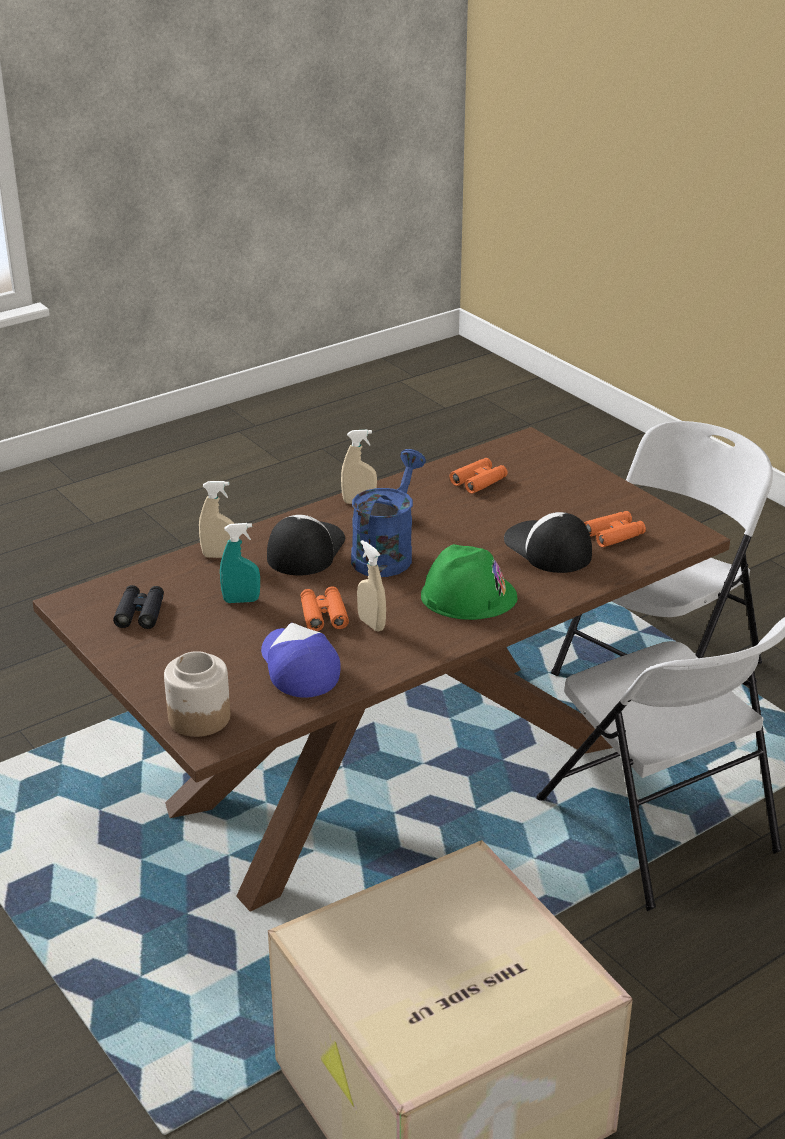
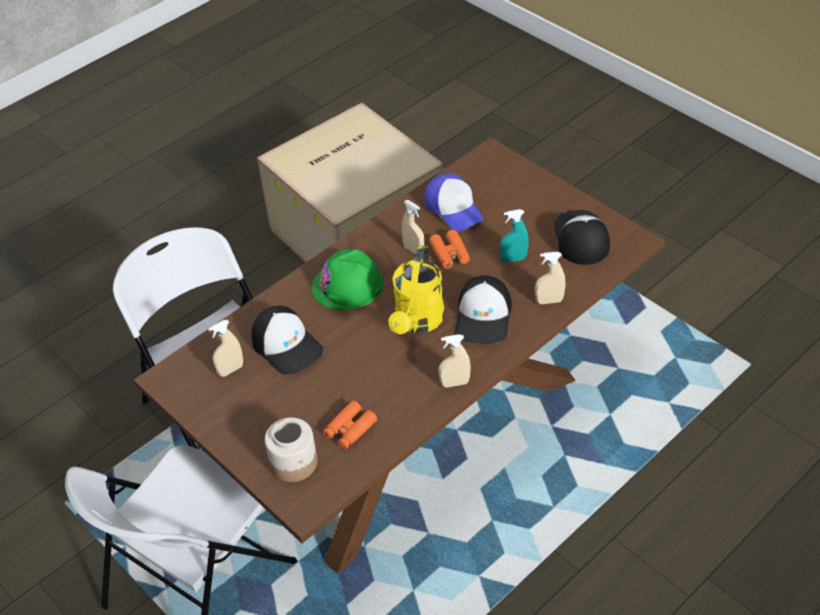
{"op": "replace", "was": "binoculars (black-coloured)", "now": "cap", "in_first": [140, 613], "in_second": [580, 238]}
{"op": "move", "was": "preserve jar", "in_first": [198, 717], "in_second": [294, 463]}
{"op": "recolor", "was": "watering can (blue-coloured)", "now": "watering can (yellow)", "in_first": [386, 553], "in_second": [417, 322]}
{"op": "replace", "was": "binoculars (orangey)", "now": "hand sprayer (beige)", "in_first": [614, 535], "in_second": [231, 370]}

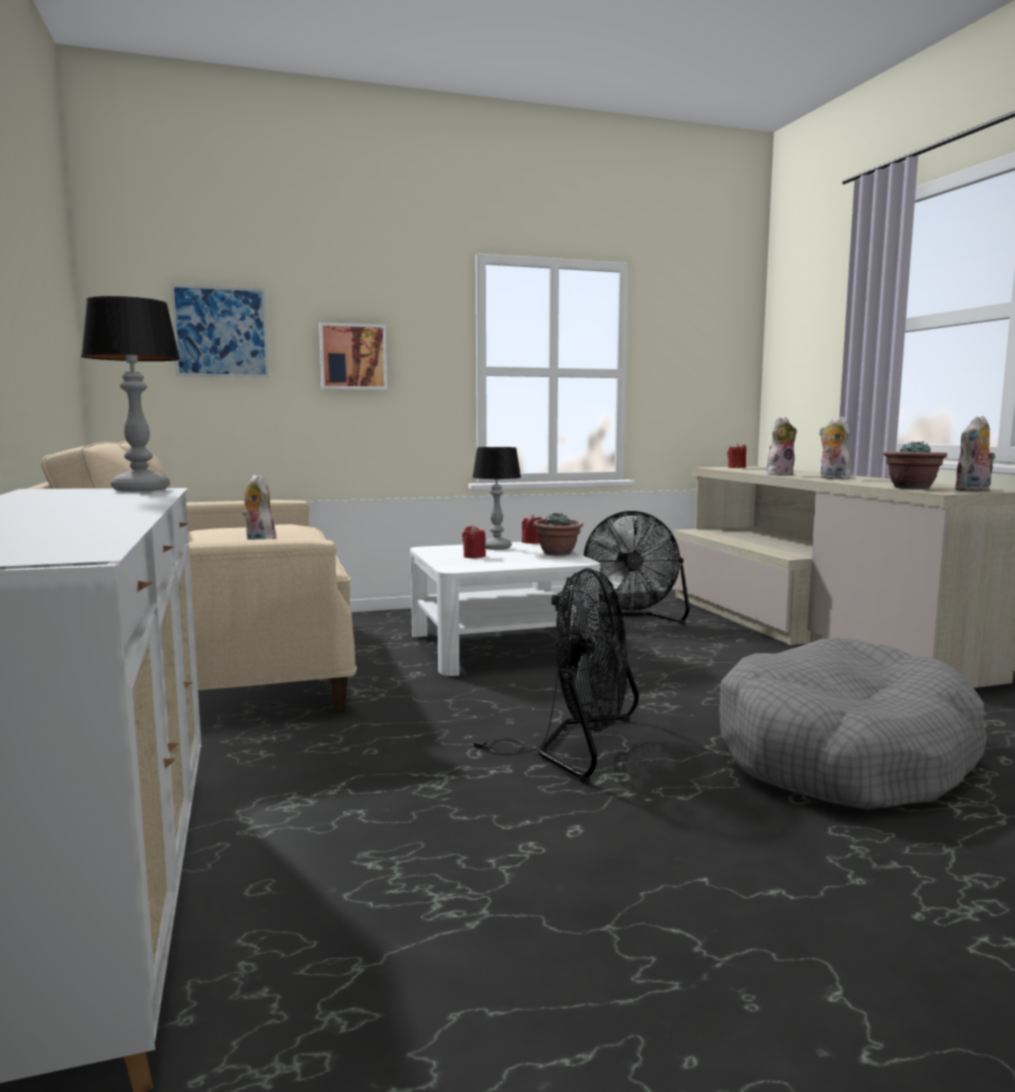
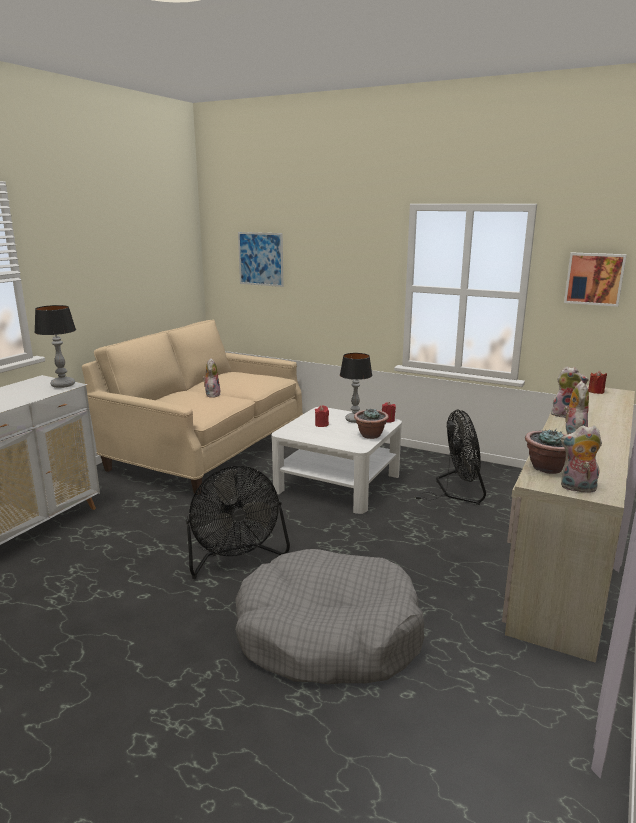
{"op": "move", "was": "wall picture", "in_first": [353, 357], "in_second": [594, 278]}
{"op": "rotate", "was": "electric fan (black-coloured)", "in_first": [624, 620], "in_second": [452, 489], "clockwise": -135}

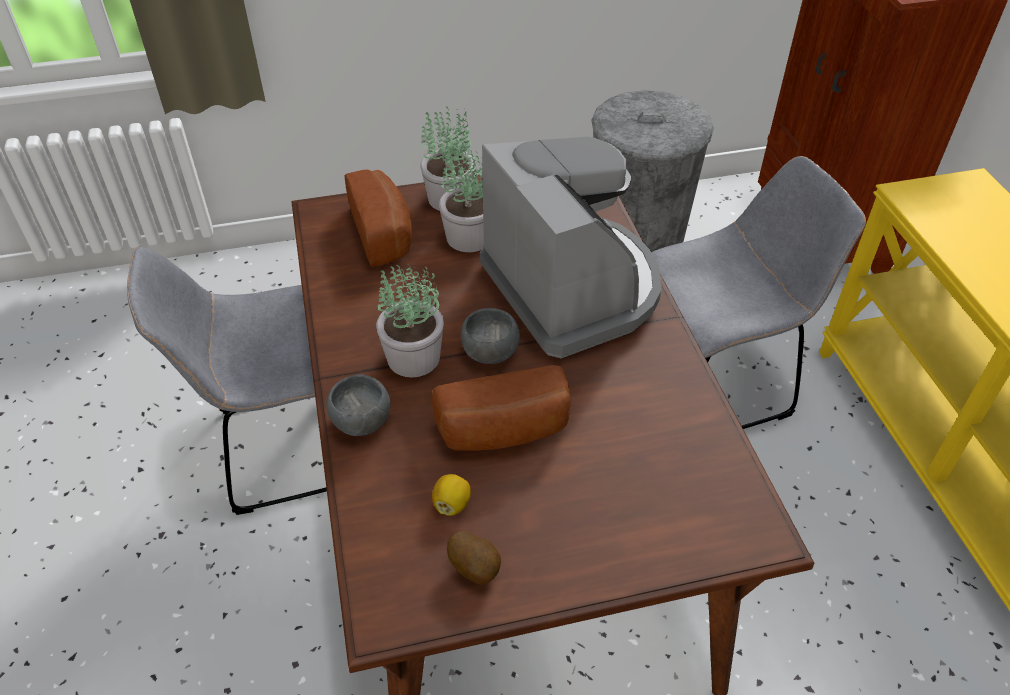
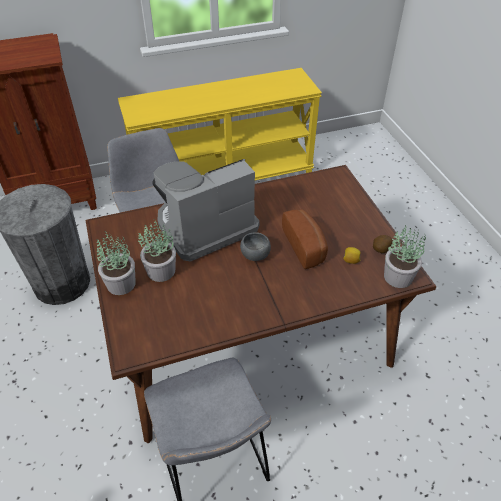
{"op": "delete", "was": "deep dish (greyish)", "in_first": [360, 421]}
{"op": "delete", "was": "baked bread", "in_first": [384, 232]}
{"op": "move", "was": "houseplant", "in_first": [414, 358], "in_second": [398, 277]}

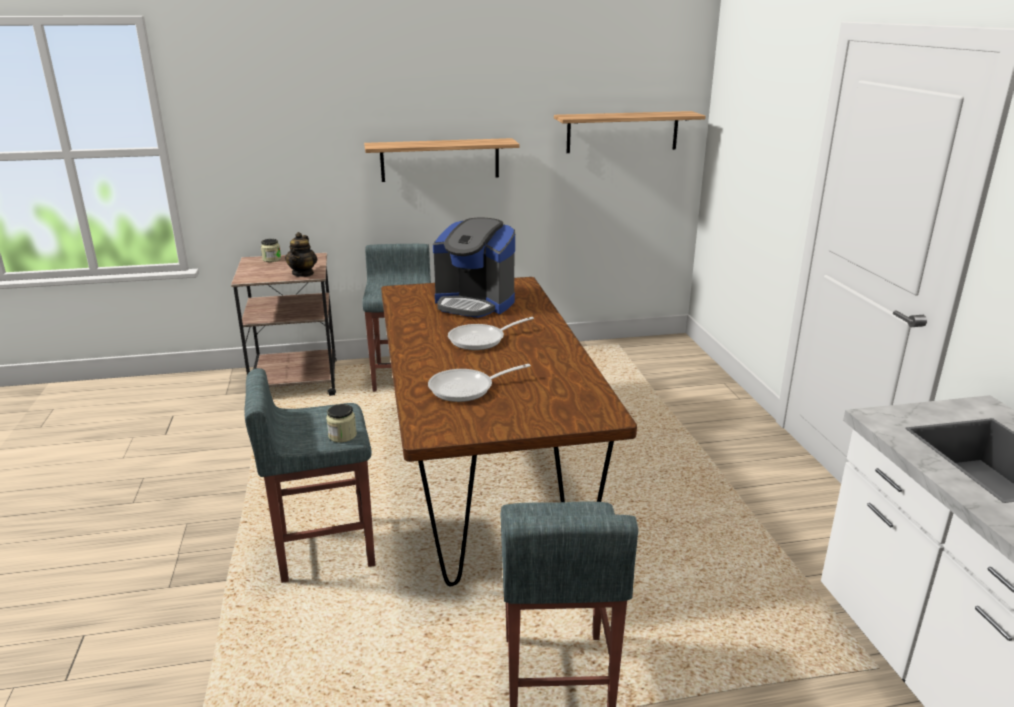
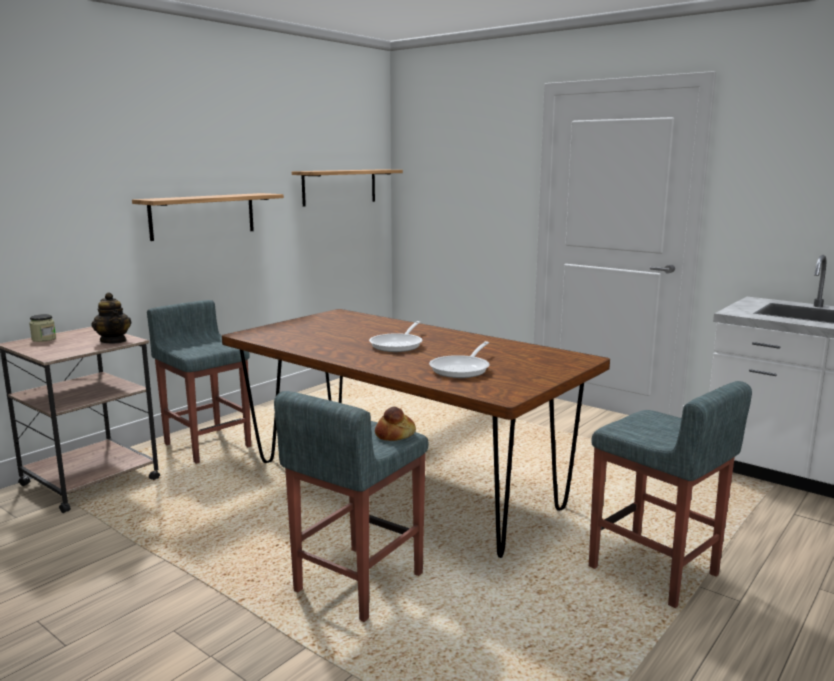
{"op": "replace", "was": "preserve jar", "now": "baked bread", "in_first": [342, 435], "in_second": [395, 435]}
{"op": "delete", "was": "coffee machine", "in_first": [474, 303]}

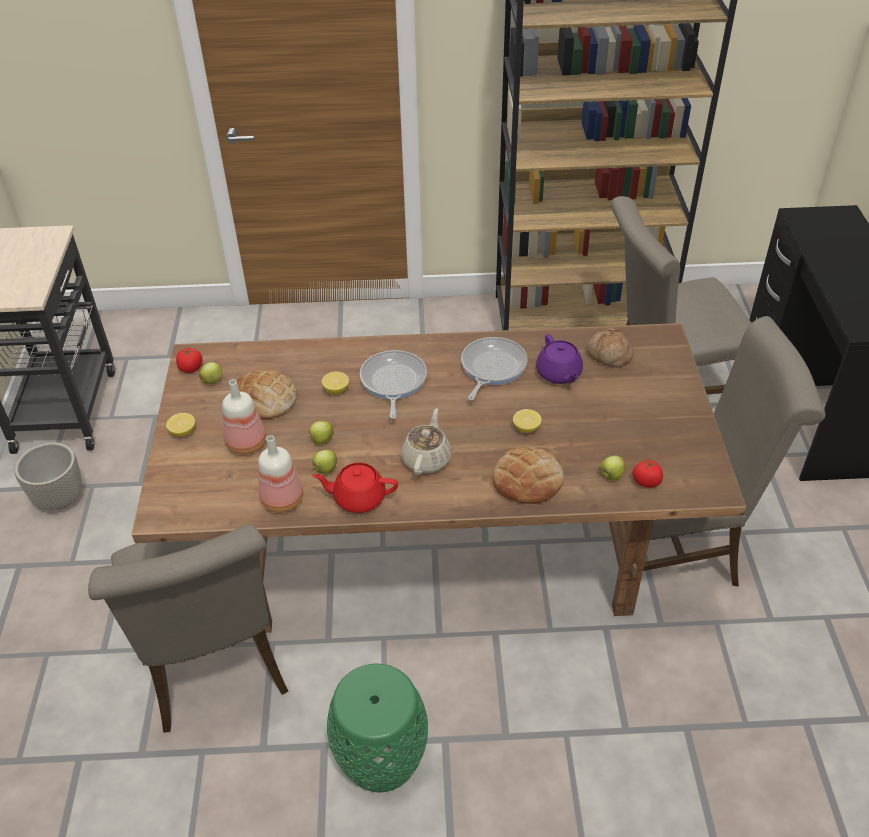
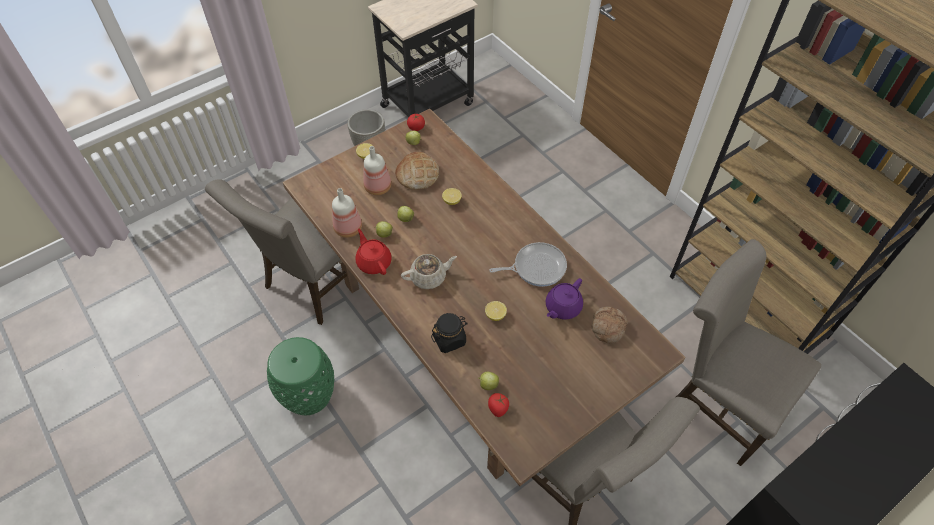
{"op": "delete", "was": "skillet", "in_first": [393, 382]}
{"op": "replace", "was": "baked bread", "now": "preserve jar (black-coloured)", "in_first": [527, 480], "in_second": [449, 339]}

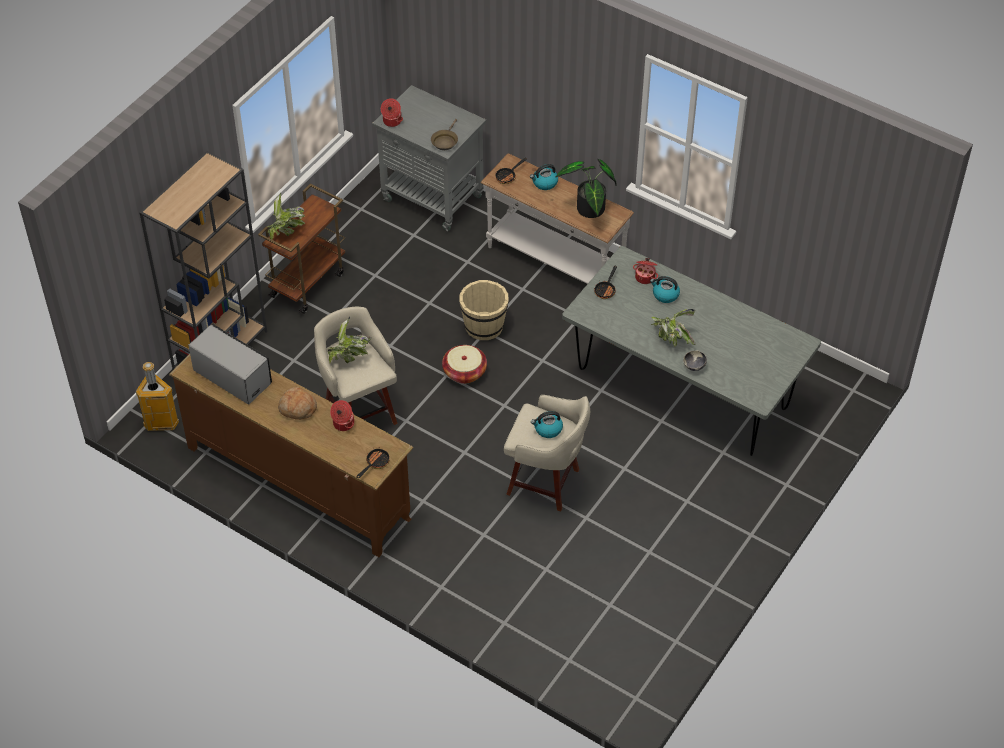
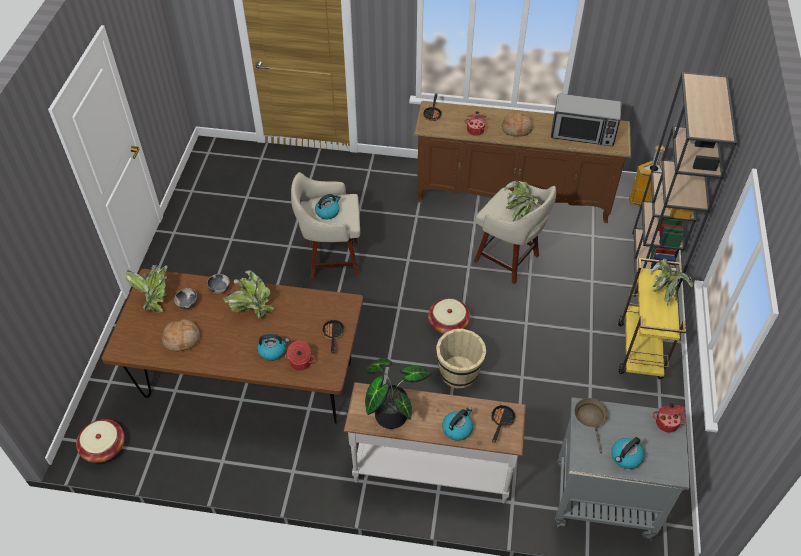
{"op": "recolor", "was": "cart (brown)", "now": "cart (yellow)", "in_first": [309, 284], "in_second": [639, 353]}
{"op": "recolor", "was": "kitchen table (greyish)", "now": "kitchen table (brown)", "in_first": [684, 388], "in_second": [248, 381]}
{"op": "insert", "now": "household basket", "in_second": [104, 447]}
{"op": "insert", "now": "houseplant", "in_second": [155, 297]}
{"op": "insert", "now": "baked bread", "in_second": [182, 339]}
{"op": "insert", "now": "deep dish", "in_second": [188, 304]}
{"op": "insert", "now": "kettle", "in_second": [625, 457]}

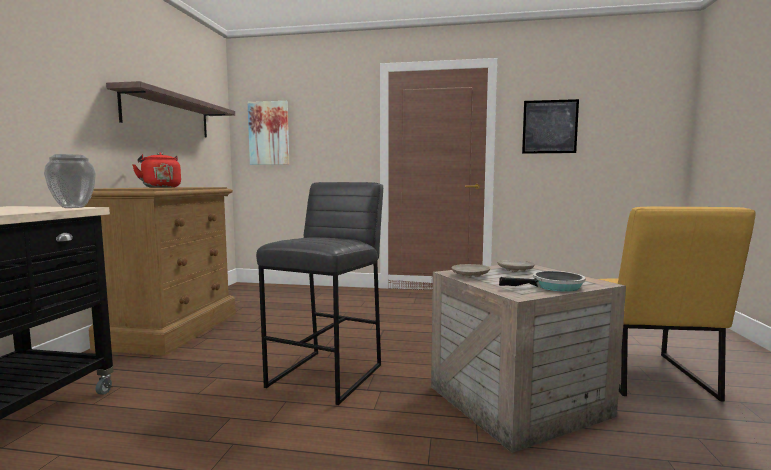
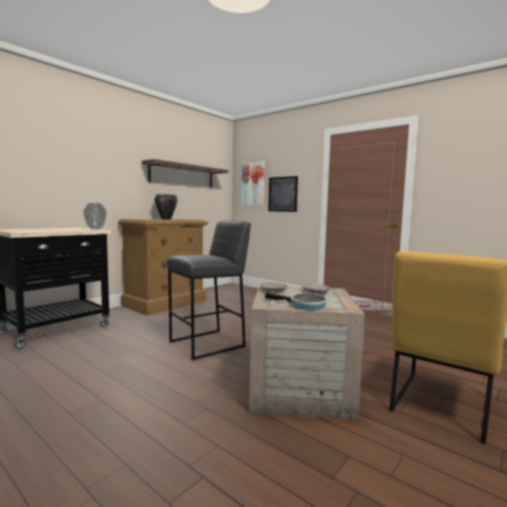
{"op": "replace", "was": "kettle (red-coloured)", "now": "saucepot (black-coloured)", "in_first": [160, 187], "in_second": [166, 219]}
{"op": "move", "was": "wall picture", "in_first": [549, 127], "in_second": [282, 194]}

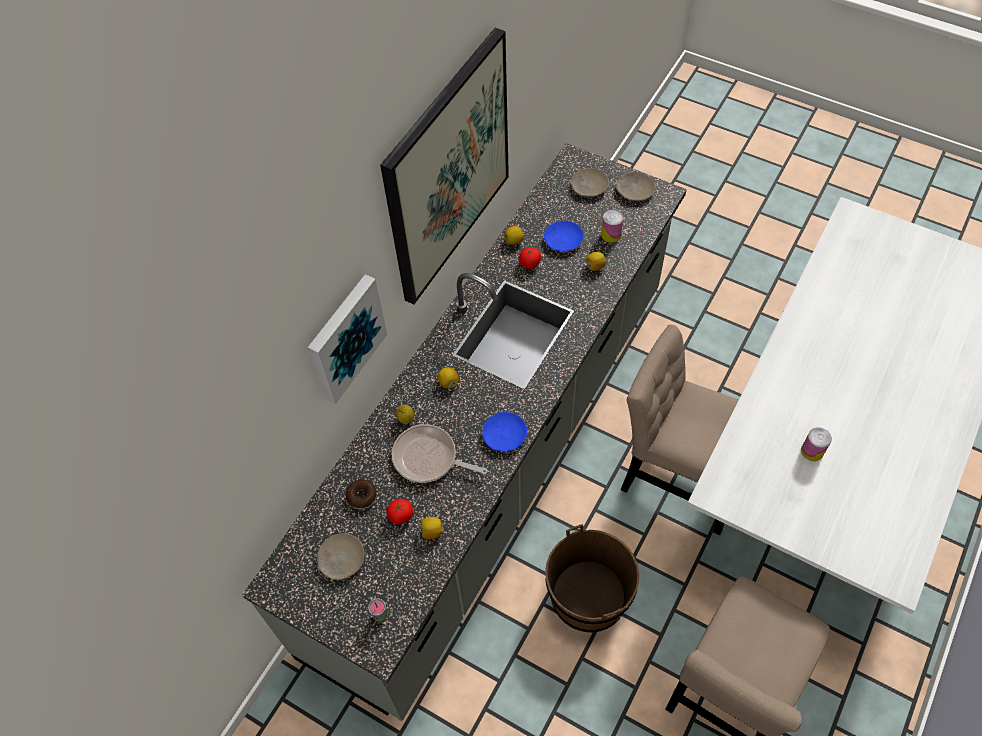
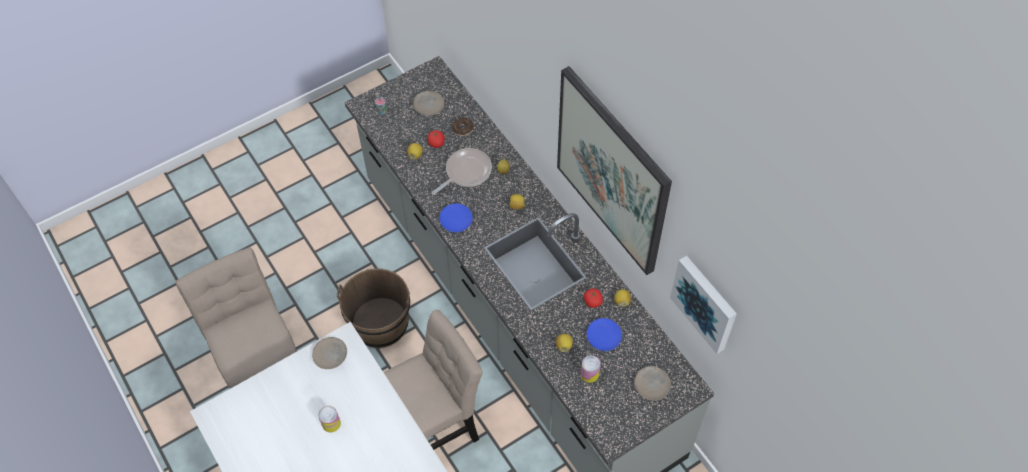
{"op": "move", "was": "wall picture", "in_first": [345, 338], "in_second": [705, 303]}
{"op": "move", "was": "plate (beige)", "in_first": [634, 190], "in_second": [331, 355]}

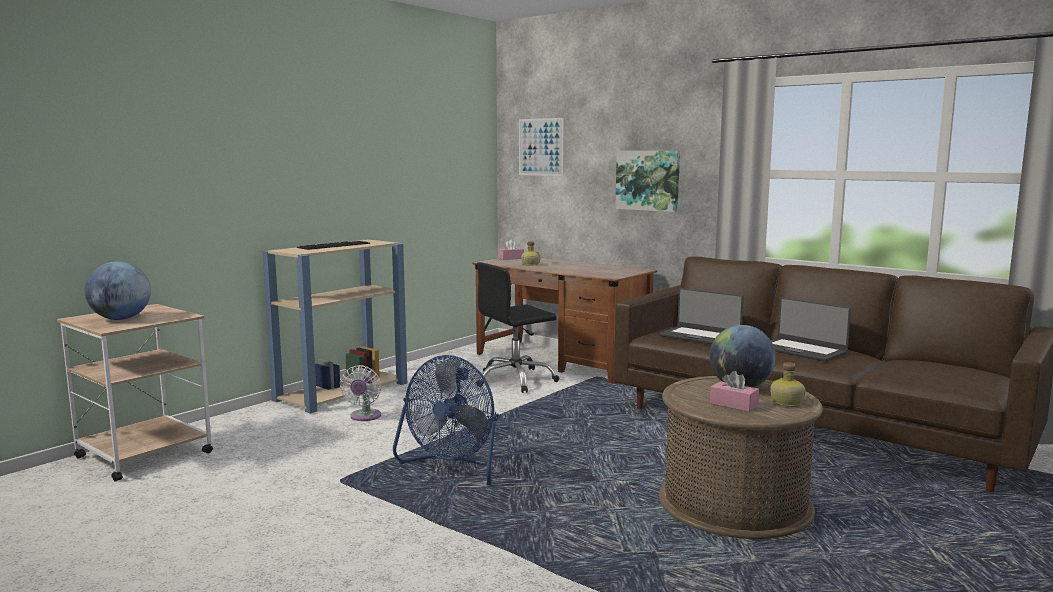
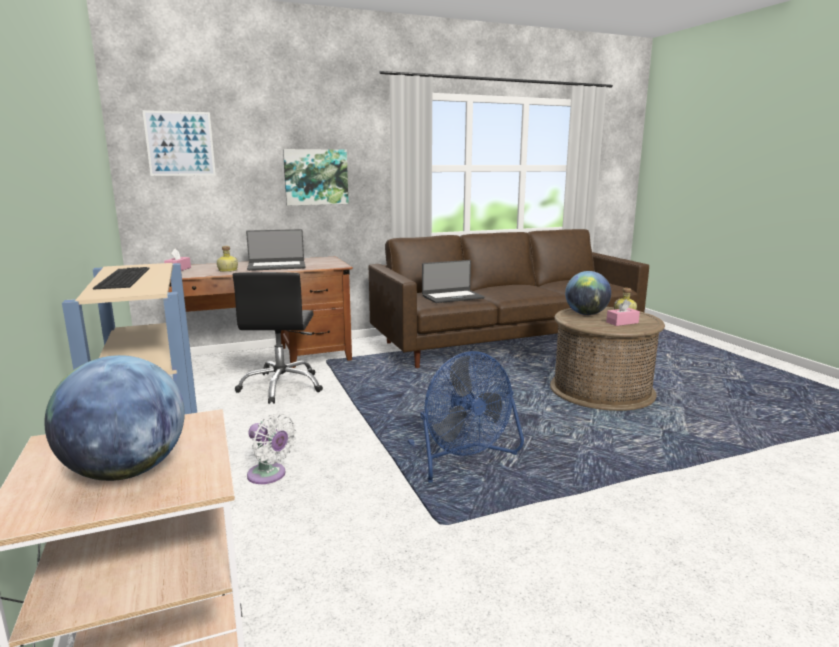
{"op": "move", "was": "portable computer", "in_first": [801, 350], "in_second": [276, 266]}

